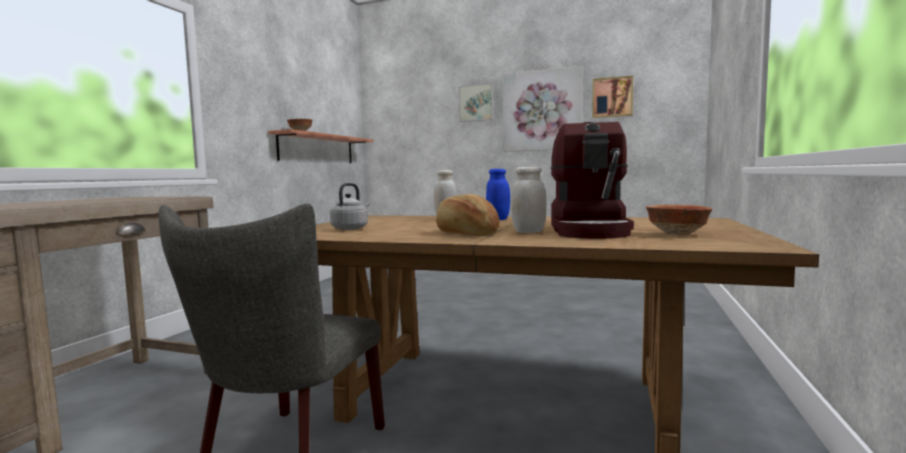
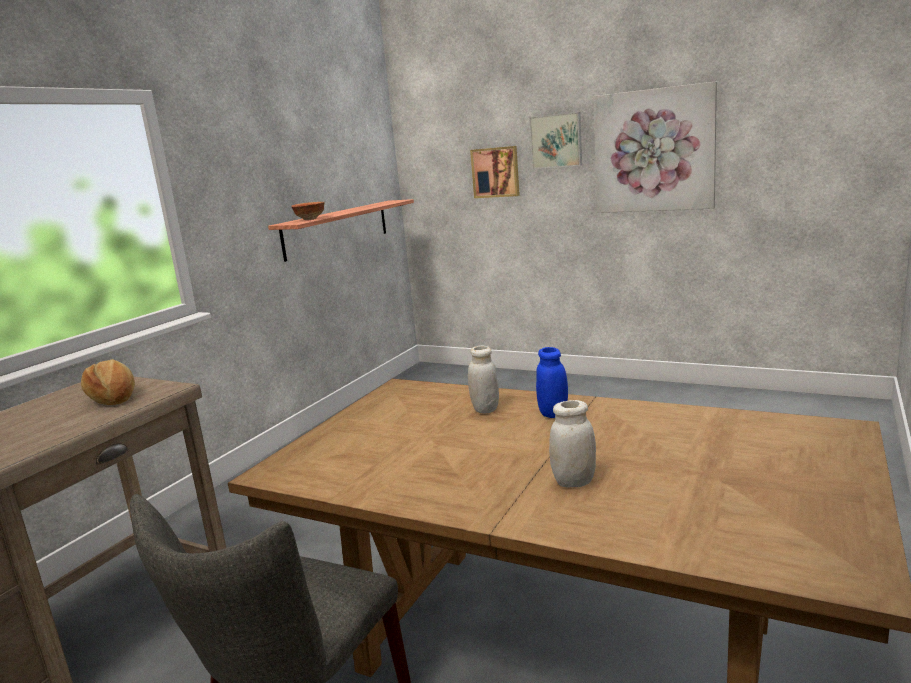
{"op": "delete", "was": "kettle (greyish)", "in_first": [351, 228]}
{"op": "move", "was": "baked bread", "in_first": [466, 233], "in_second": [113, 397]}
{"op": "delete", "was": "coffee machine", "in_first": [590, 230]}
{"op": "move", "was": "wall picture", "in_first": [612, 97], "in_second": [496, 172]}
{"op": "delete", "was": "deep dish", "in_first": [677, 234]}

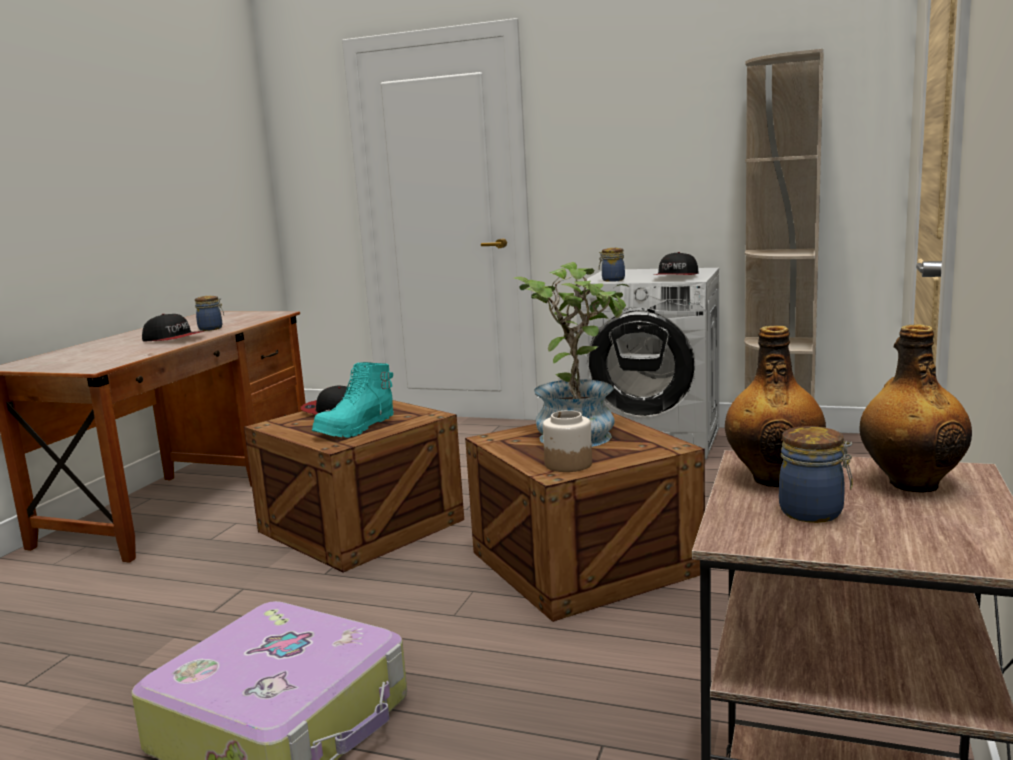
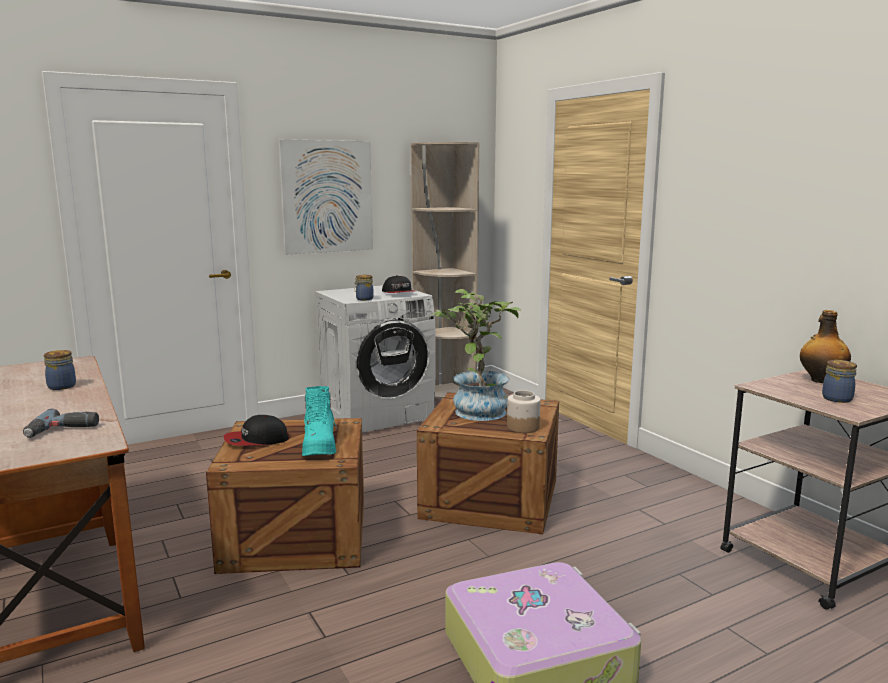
{"op": "delete", "was": "cap", "in_first": [174, 339]}
{"op": "delete", "was": "beverage bottle", "in_first": [774, 478]}
{"op": "insert", "now": "electric drill", "in_second": [63, 430]}
{"op": "insert", "now": "wall picture", "in_second": [327, 196]}

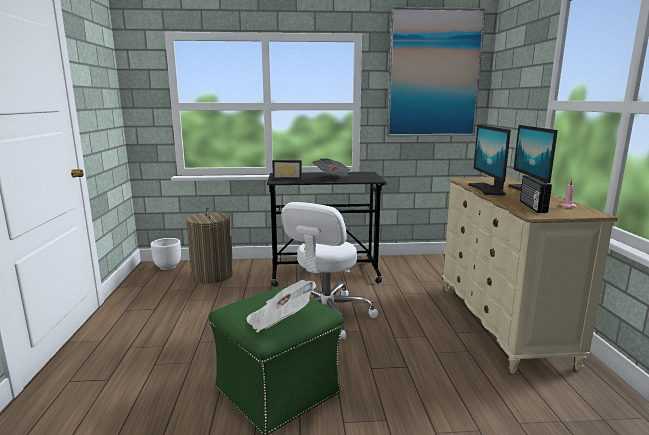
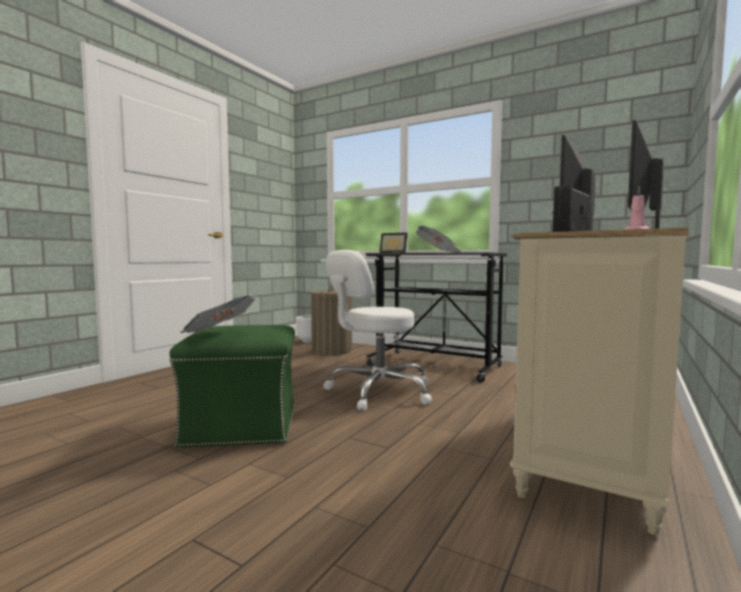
{"op": "delete", "was": "wall picture", "in_first": [434, 74]}

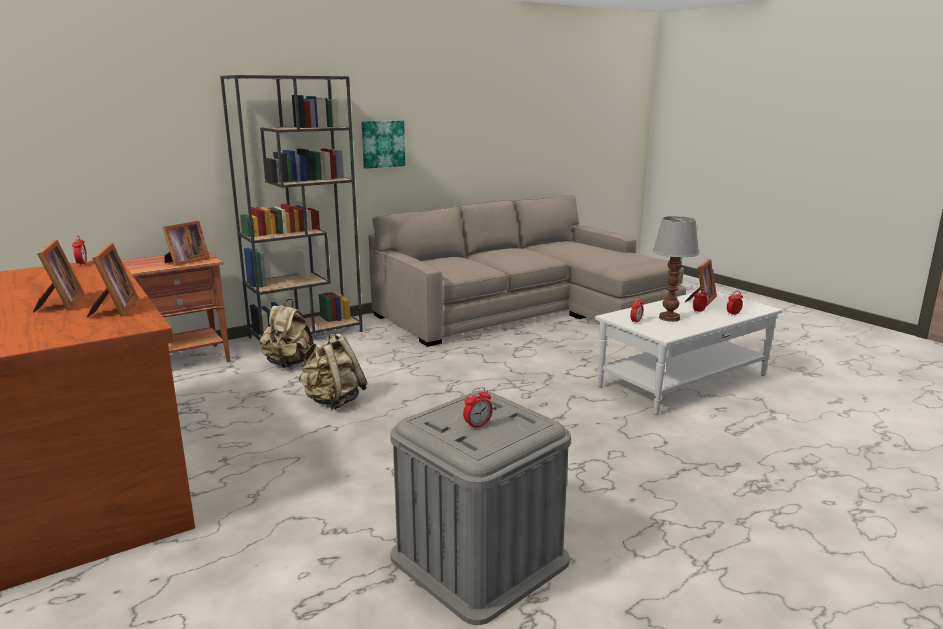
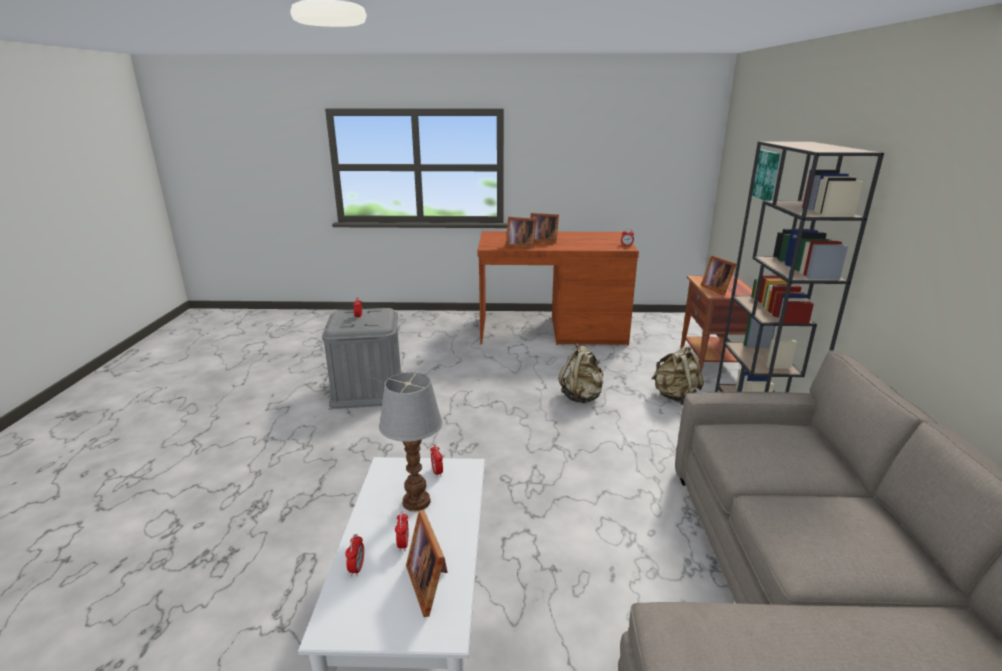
{"op": "move", "was": "wall picture", "in_first": [382, 144], "in_second": [766, 174]}

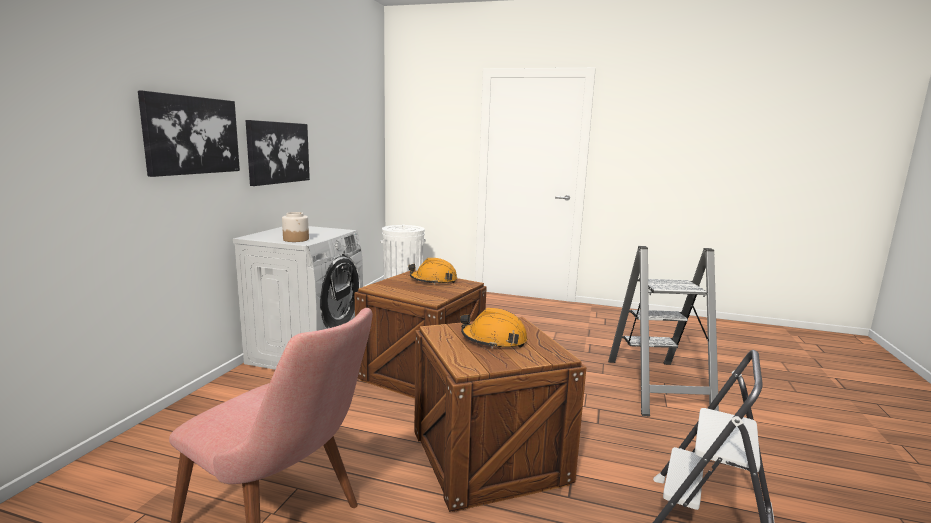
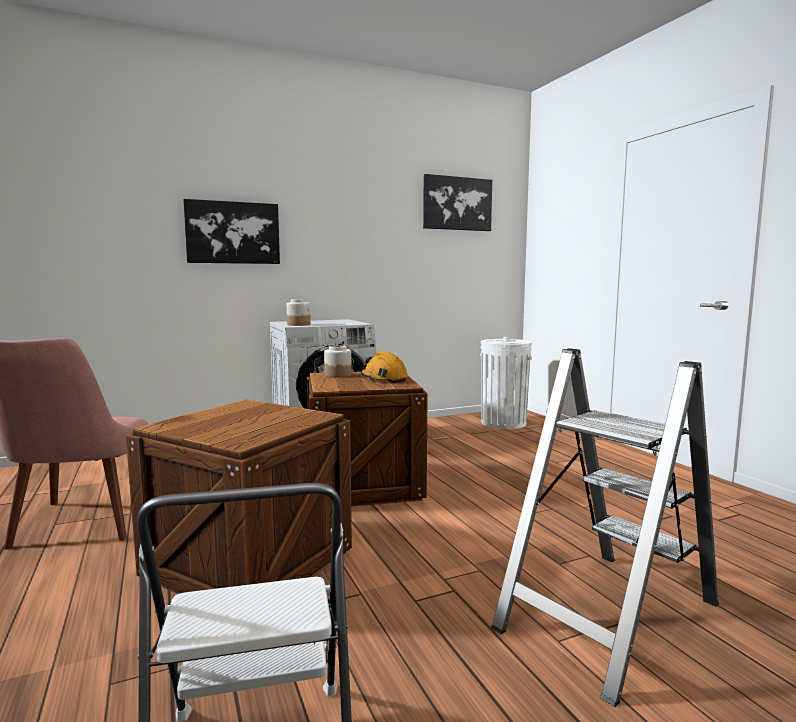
{"op": "move", "was": "wall picture", "in_first": [278, 152], "in_second": [457, 203]}
{"op": "delete", "was": "safety helmet (orangey)", "in_first": [494, 340]}
{"op": "insert", "now": "preserve jar", "in_second": [338, 375]}

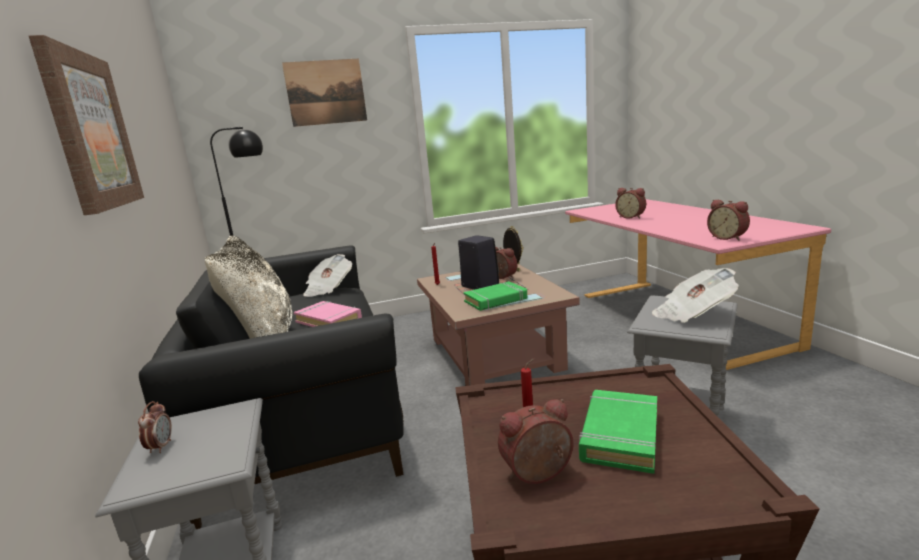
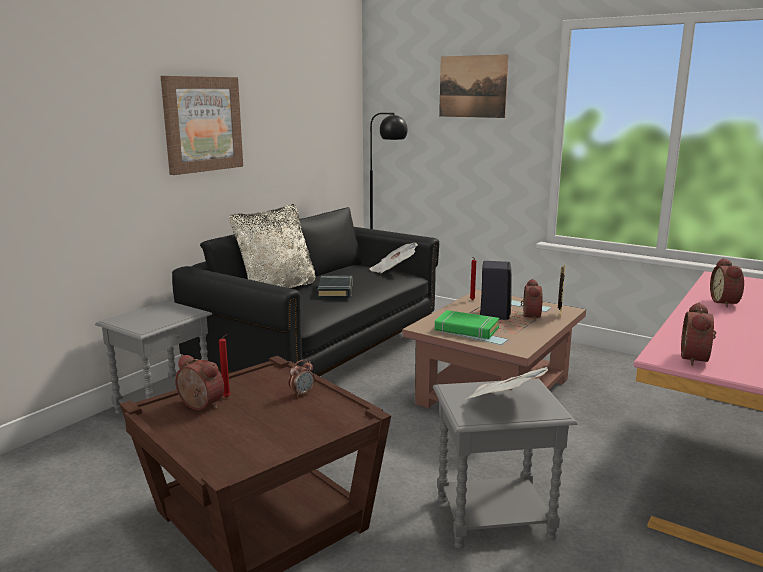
{"op": "move", "was": "table clock", "in_first": [161, 447], "in_second": [302, 393]}
{"op": "recolor", "was": "book (pink)", "now": "book (black-coloured)", "in_first": [329, 320], "in_second": [335, 290]}
{"op": "delete", "was": "book (green)", "in_first": [619, 435]}

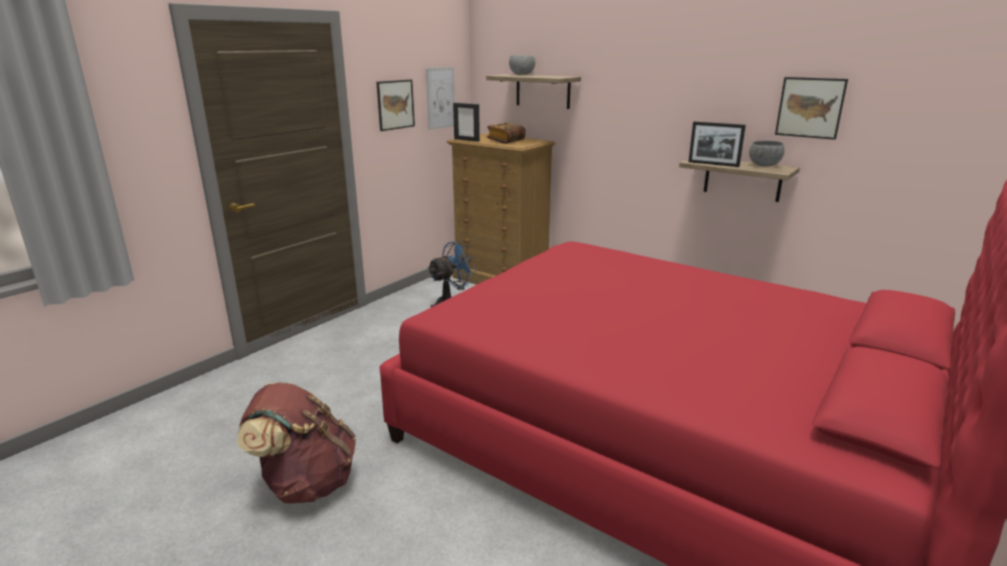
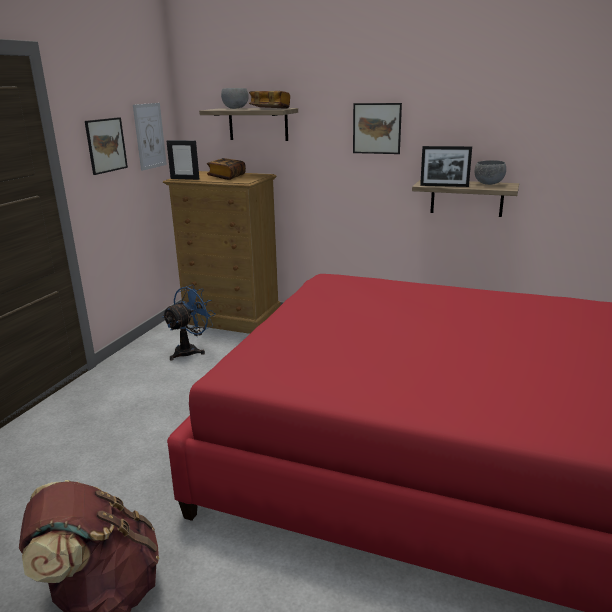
{"op": "move", "was": "wall picture", "in_first": [810, 107], "in_second": [377, 128]}
{"op": "insert", "now": "book", "in_second": [270, 109]}

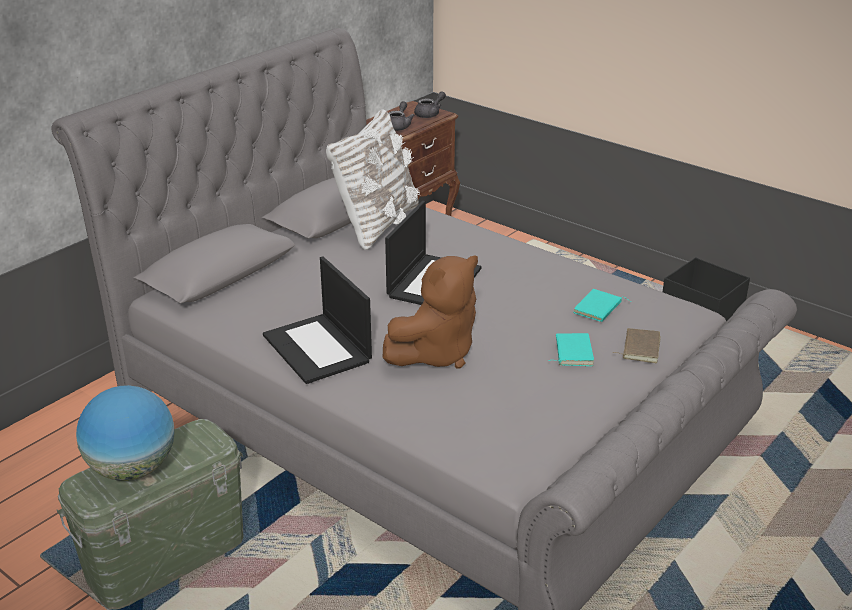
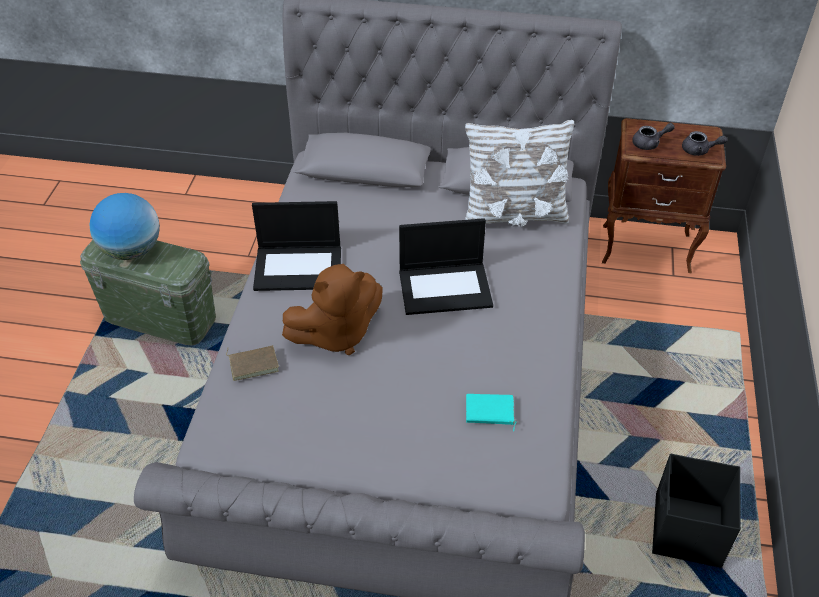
{"op": "rotate", "was": "portable computer", "in_first": [318, 348], "in_second": [299, 267], "clockwise": -120}
{"op": "rotate", "was": "cuddly toy (brown)", "in_first": [435, 353], "in_second": [336, 334], "clockwise": -45}
{"op": "delete", "was": "book (turquoise)", "in_first": [572, 352]}
{"op": "move", "was": "book (brown)", "in_first": [639, 348], "in_second": [253, 363]}

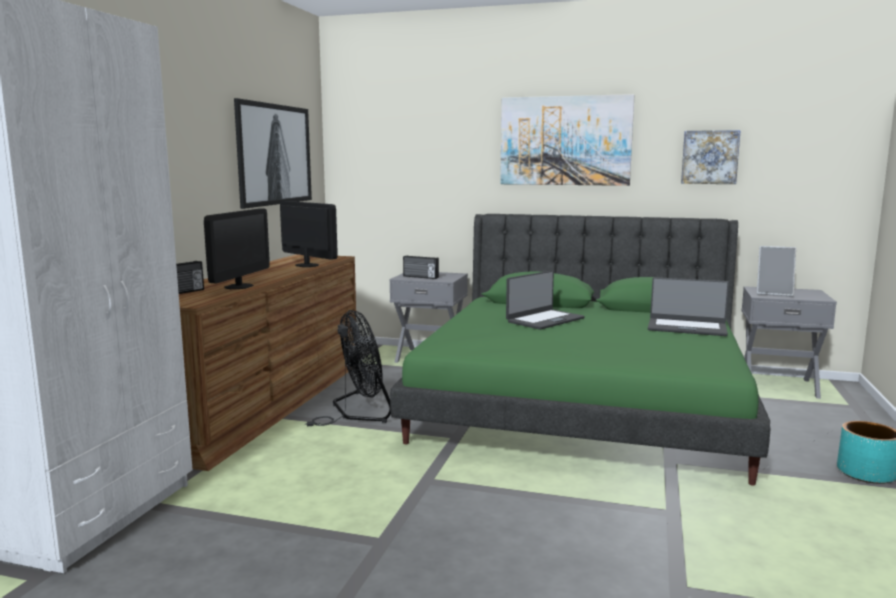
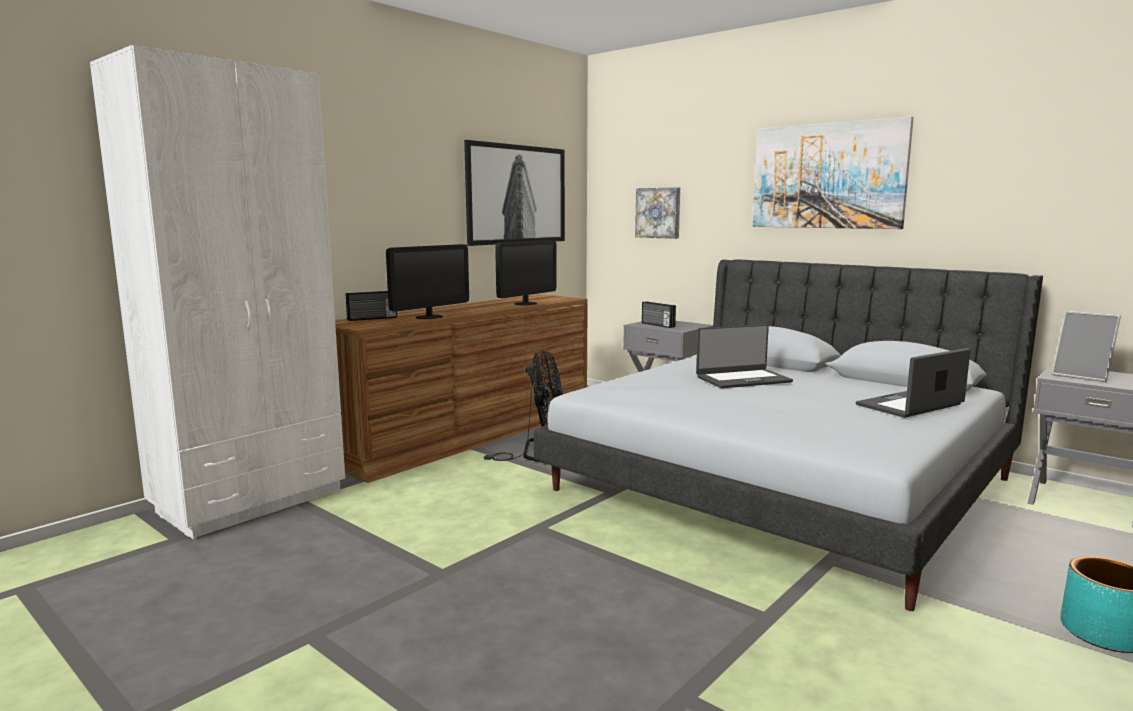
{"op": "rotate", "was": "computer screen", "in_first": [307, 265], "in_second": [525, 303], "clockwise": 60}
{"op": "recolor", "was": "bed (green)", "now": "bed (greyish)", "in_first": [583, 406], "in_second": [783, 485]}
{"op": "rotate", "was": "portable computer", "in_first": [686, 327], "in_second": [911, 405], "clockwise": 105}
{"op": "move", "was": "wall picture", "in_first": [709, 157], "in_second": [658, 213]}

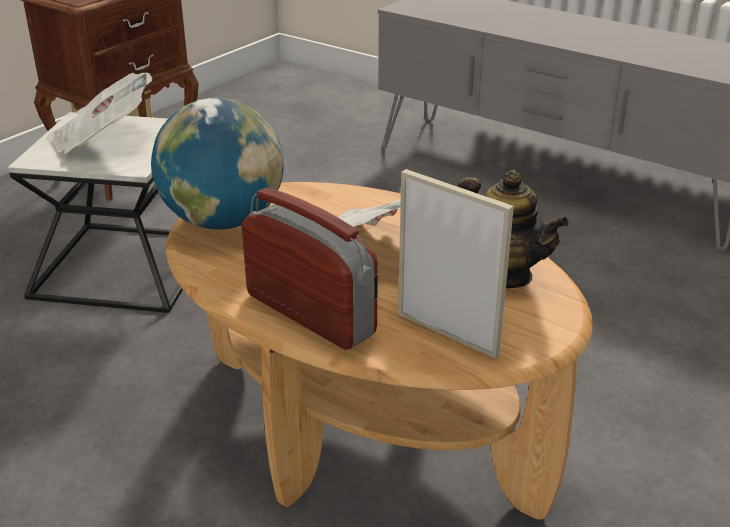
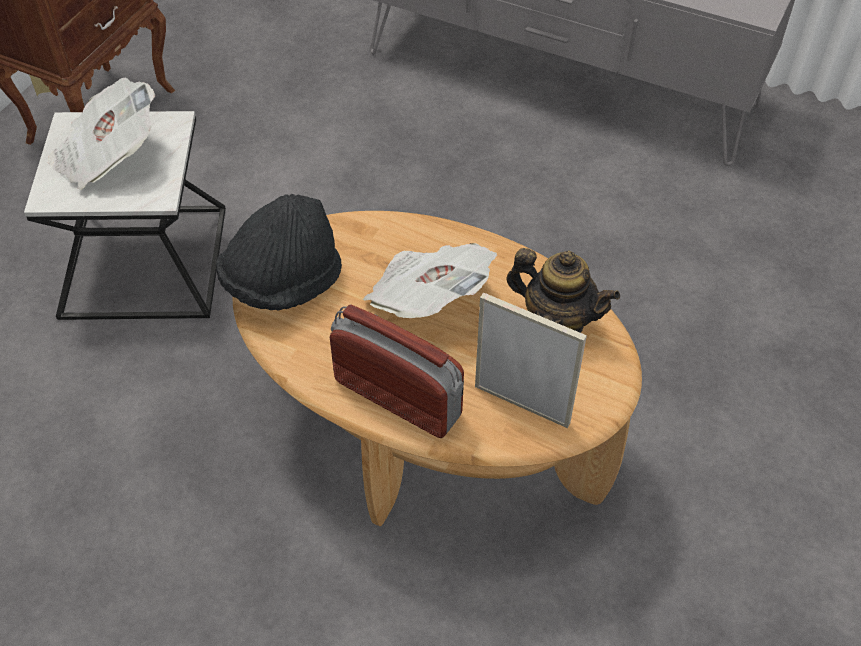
{"op": "replace", "was": "globe", "now": "hat (black-coloured)", "in_first": [223, 221], "in_second": [282, 282]}

